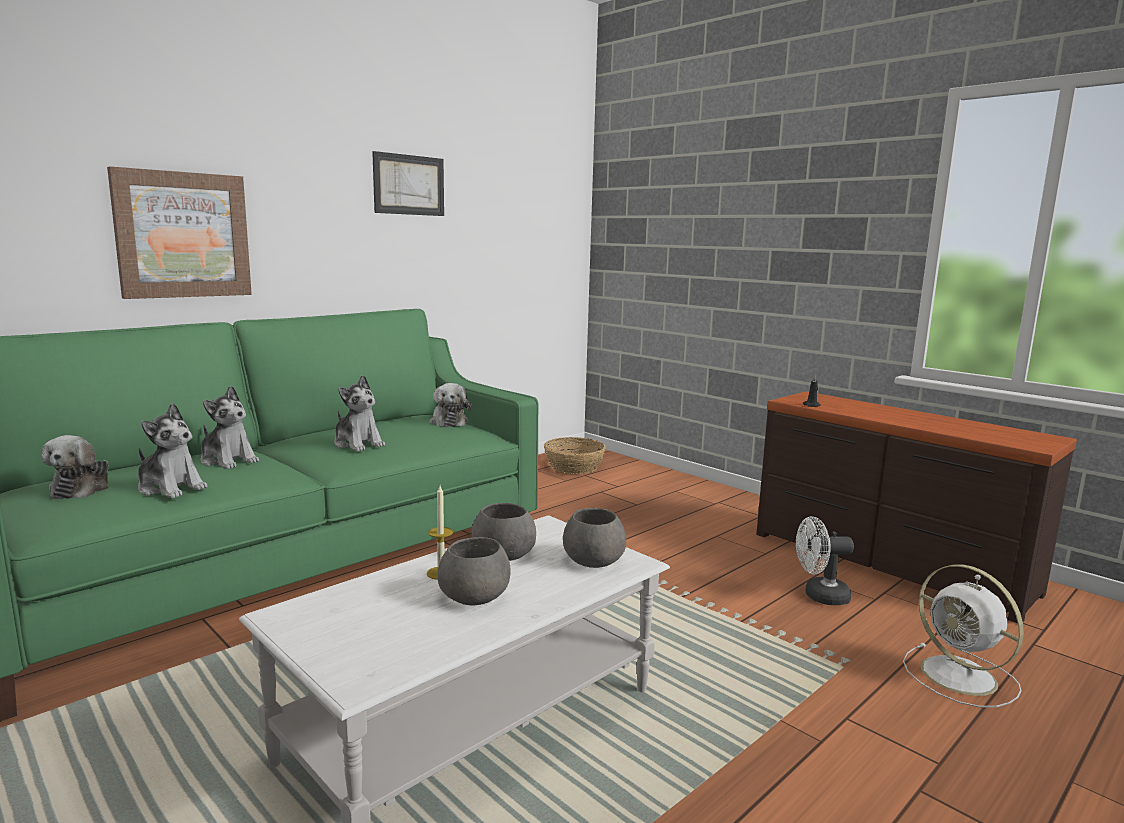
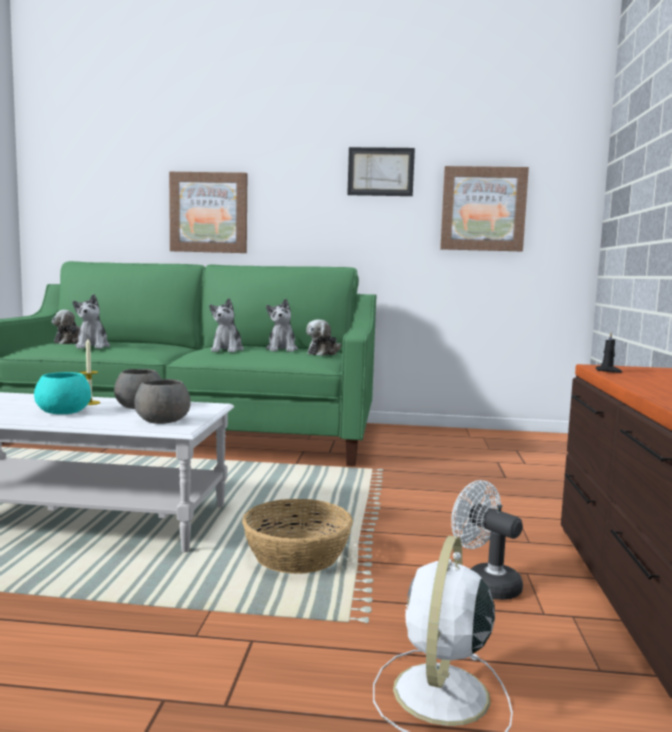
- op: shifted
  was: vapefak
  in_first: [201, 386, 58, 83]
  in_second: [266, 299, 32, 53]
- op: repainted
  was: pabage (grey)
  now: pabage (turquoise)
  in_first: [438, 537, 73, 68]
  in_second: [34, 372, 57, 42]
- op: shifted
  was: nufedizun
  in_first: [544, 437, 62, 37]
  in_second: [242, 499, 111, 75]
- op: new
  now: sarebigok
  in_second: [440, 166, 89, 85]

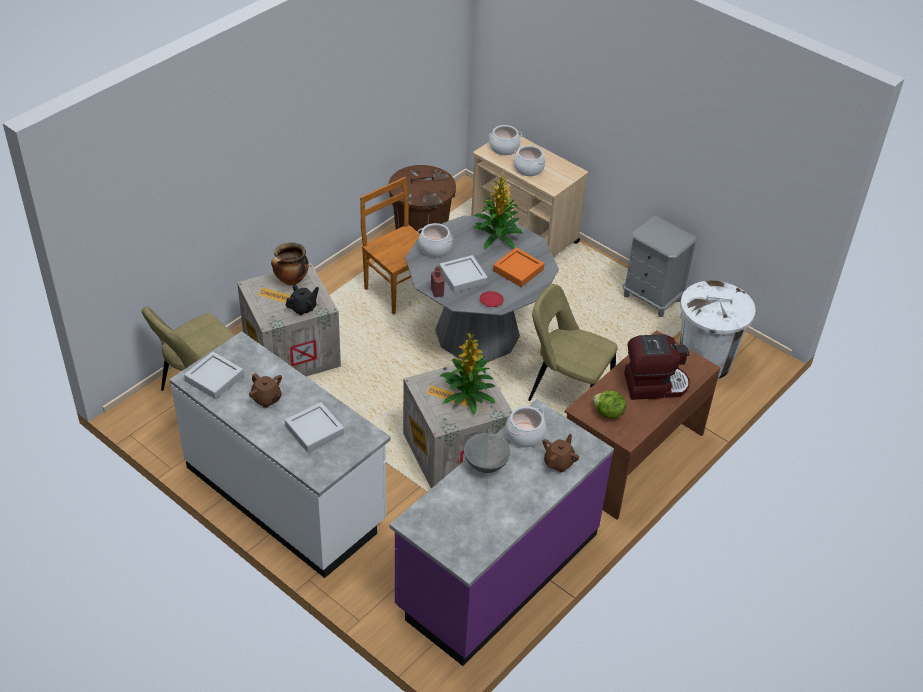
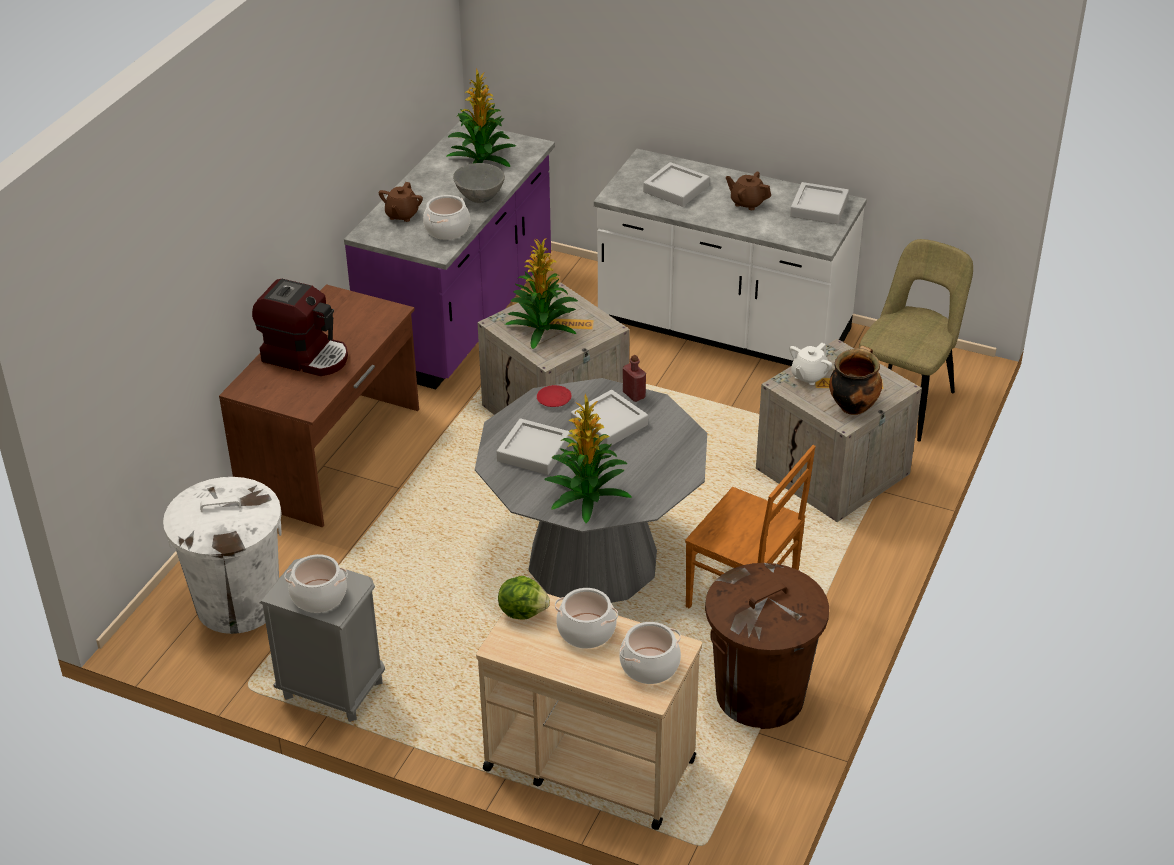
- op: repainted
  was: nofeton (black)
  now: nofeton (white)
  in_first: [285, 285, 34, 30]
  in_second: [789, 342, 43, 43]
- op: shifted
  was: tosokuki
  in_first: [418, 223, 36, 34]
  in_second: [284, 554, 64, 59]
- op: repainted
  was: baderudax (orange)
  now: baderudax (grey)
  in_first: [493, 248, 51, 39]
  in_second: [497, 418, 74, 57]
- op: gone
  was: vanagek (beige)
  in_first: [528, 284, 90, 117]
- op: shifted
  was: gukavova
  in_first: [593, 390, 33, 29]
  in_second: [498, 576, 52, 44]
- op: rotated
  was: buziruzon
  in_first: [624, 334, 66, 66]
  in_second: [252, 279, 96, 97]
  clockwise: -135
- op: new
  now: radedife
  in_second: [447, 69, 69, 98]

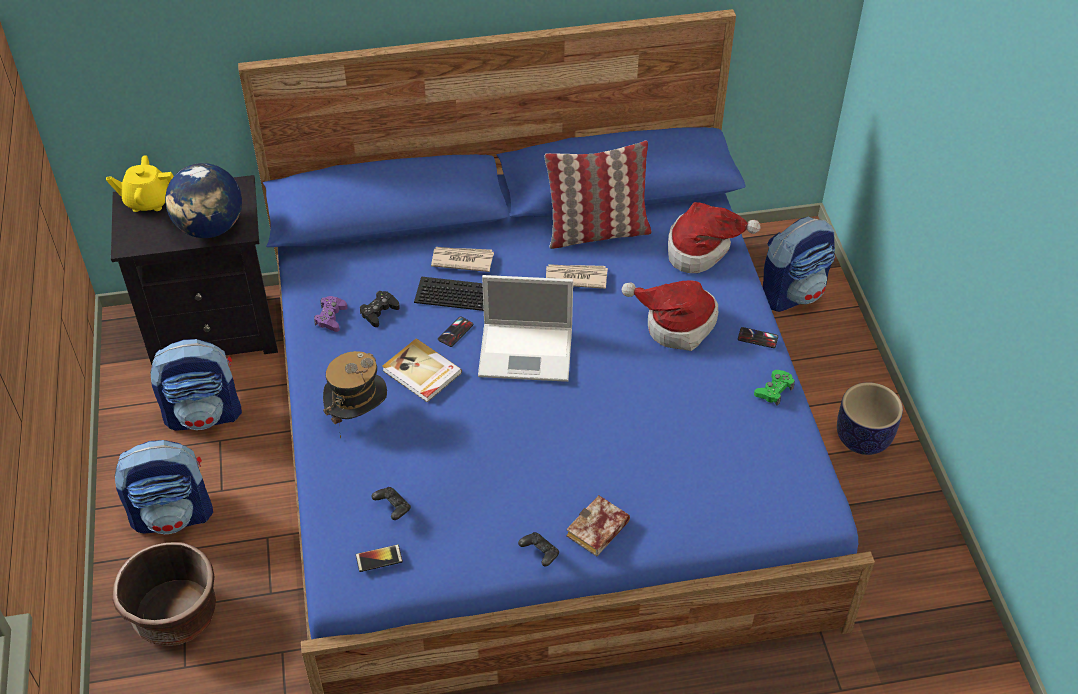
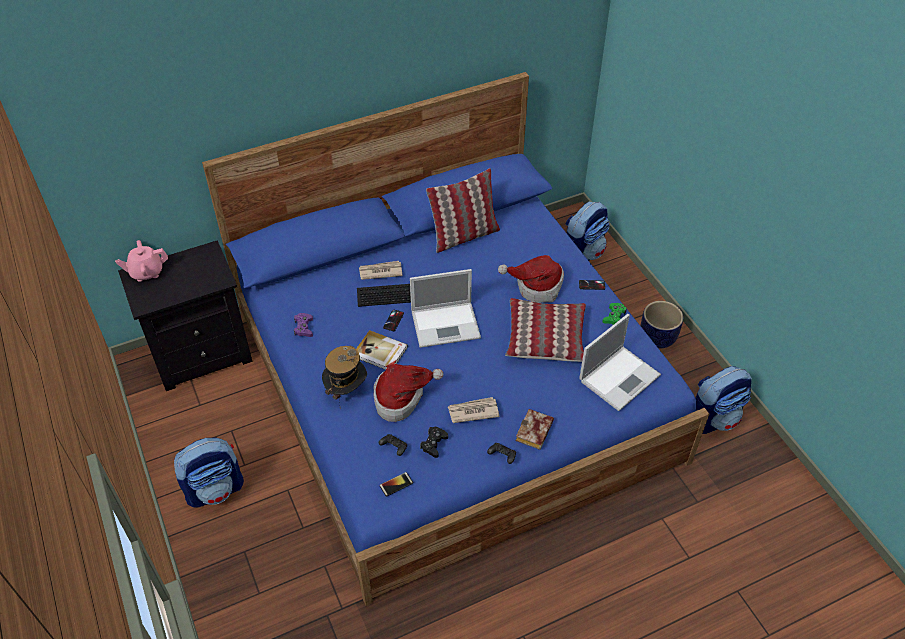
- op: repainted
  was: nofeton (yellow)
  now: nofeton (pink)
  in_first: [106, 155, 68, 57]
  in_second: [115, 240, 53, 42]
- op: gone
  was: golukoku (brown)
  in_first: [113, 542, 103, 104]
- op: shifted
  was: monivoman
  in_first: [150, 339, 92, 92]
  in_second: [695, 366, 57, 68]
- op: gone
  was: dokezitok
  in_first: [165, 163, 77, 75]
- op: shifted
  was: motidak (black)
  in_first: [360, 291, 40, 36]
  in_second: [420, 427, 28, 31]
- op: shifted
  was: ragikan
  in_first: [546, 264, 62, 25]
  in_second: [448, 397, 52, 26]
- op: shifted
  was: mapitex
  in_first: [668, 202, 93, 71]
  in_second: [373, 364, 70, 58]
- op: new
  now: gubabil
  in_second: [505, 298, 81, 64]
- op: new
  now: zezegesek
  in_second: [579, 314, 82, 97]

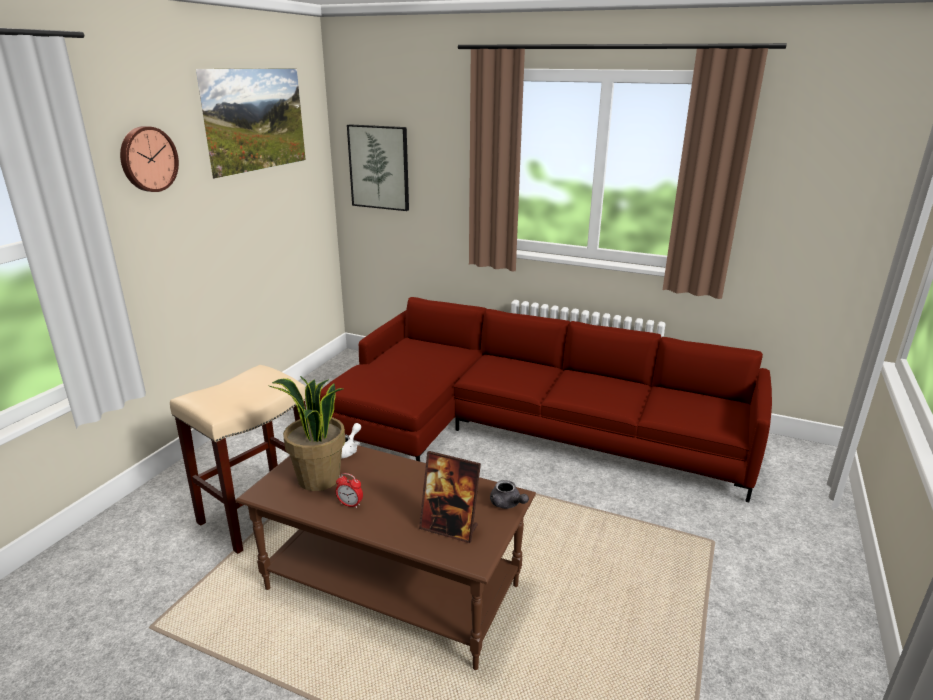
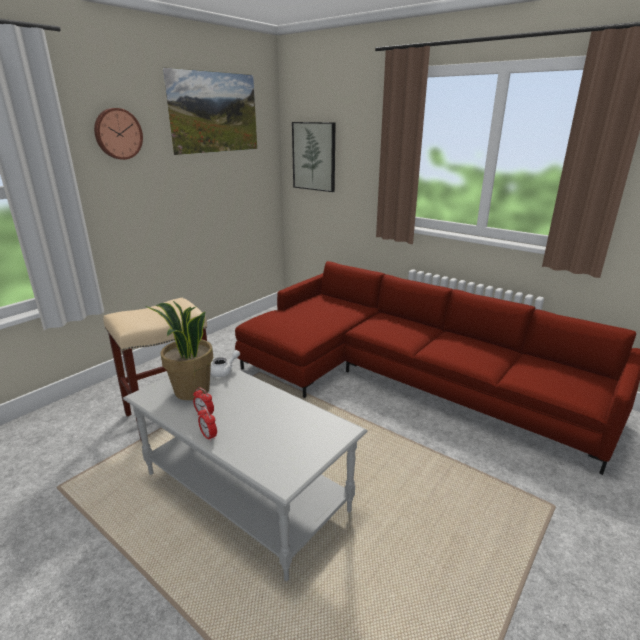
- op: repainted
  was: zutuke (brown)
  now: zutuke (grey)
  in_first: [235, 445, 301, 225]
  in_second: [123, 358, 244, 223]
- op: gone
  was: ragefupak
  in_first: [419, 451, 62, 92]
- op: gone
  was: nofeton (grey)
  in_first: [490, 480, 39, 29]
- op: new
  now: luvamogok
  in_second: [198, 407, 19, 35]

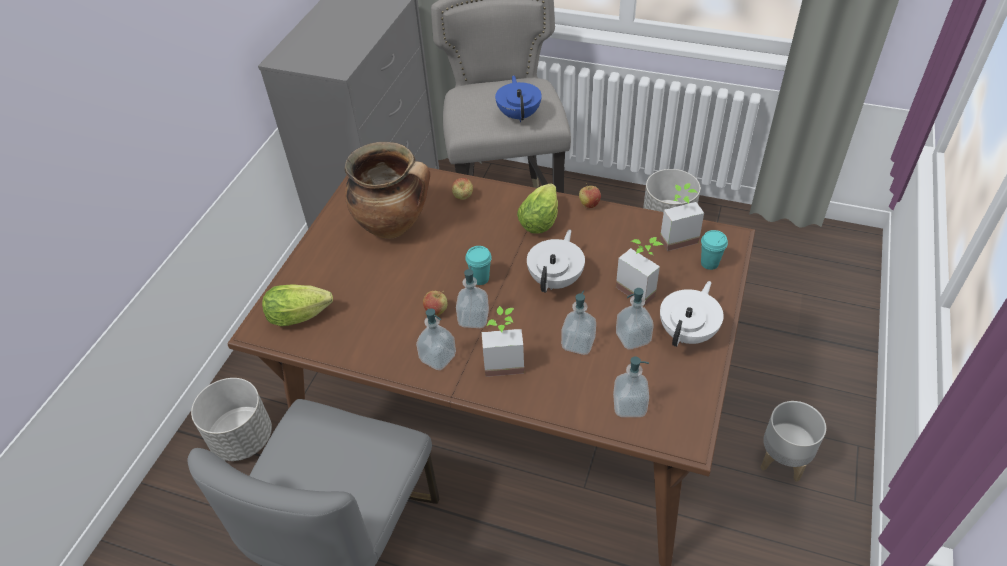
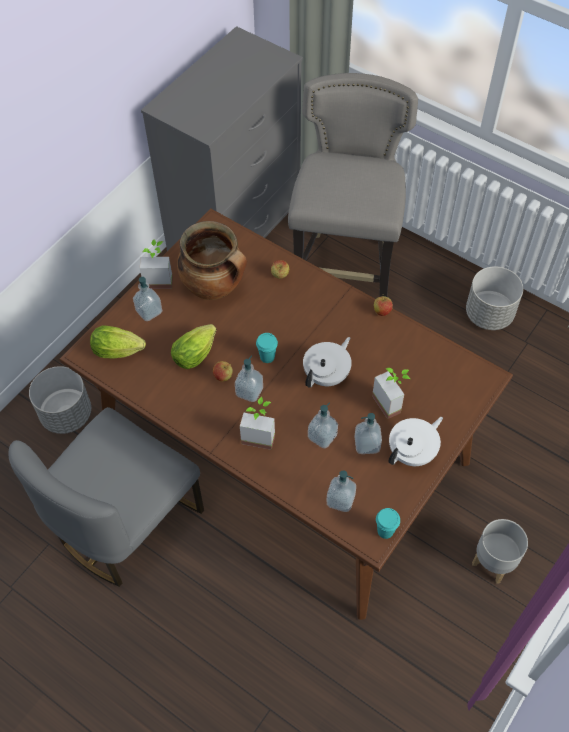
- op: shifted
  was: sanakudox
  in_first: [416, 308, 40, 62]
  in_second: [133, 277, 29, 44]
- op: gone
  was: nofeton (blue)
  in_first: [495, 75, 47, 47]
- op: shifted
  was: gukavova
  in_first: [517, 183, 41, 51]
  in_second: [171, 324, 45, 45]
- op: shifted
  was: radedife
  in_first: [660, 183, 44, 68]
  in_second: [140, 239, 33, 50]
- op: shifted
  was: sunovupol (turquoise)
  in_first: [701, 230, 27, 40]
  in_second: [376, 508, 24, 31]

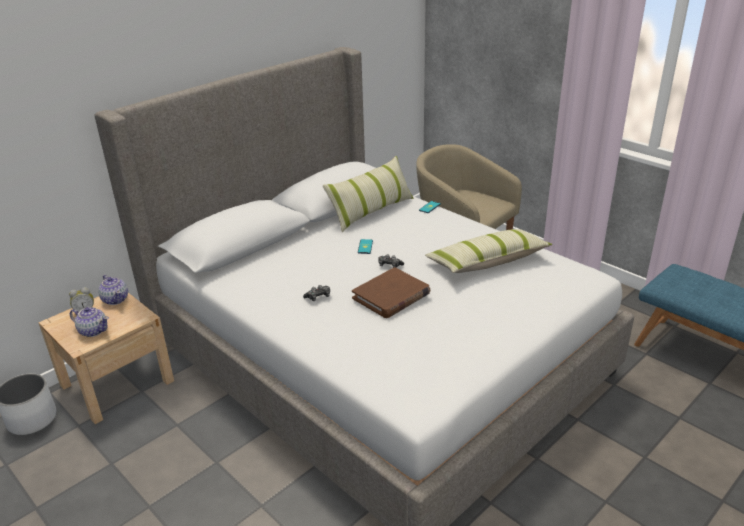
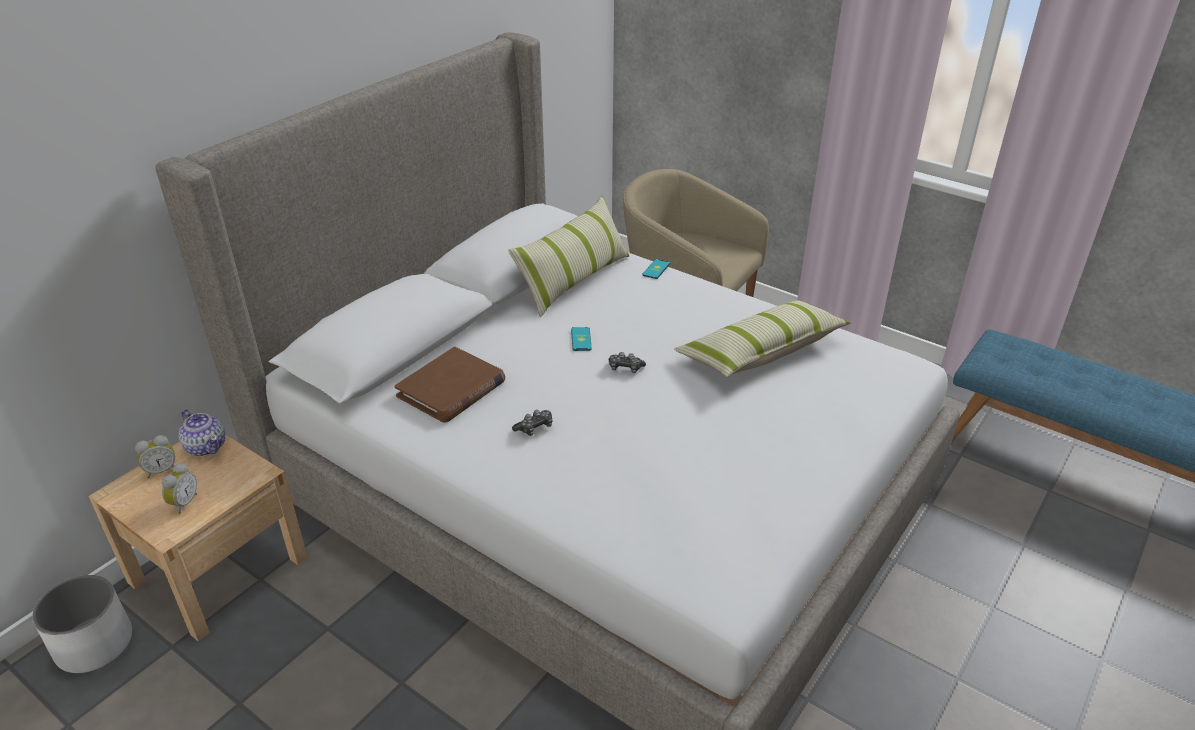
- op: swapped
  was: nofeton
  now: luvamogok
  in_first: [70, 307, 39, 30]
  in_second: [162, 463, 35, 51]
- op: shifted
  was: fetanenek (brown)
  in_first: [352, 267, 78, 51]
  in_second: [395, 347, 110, 76]

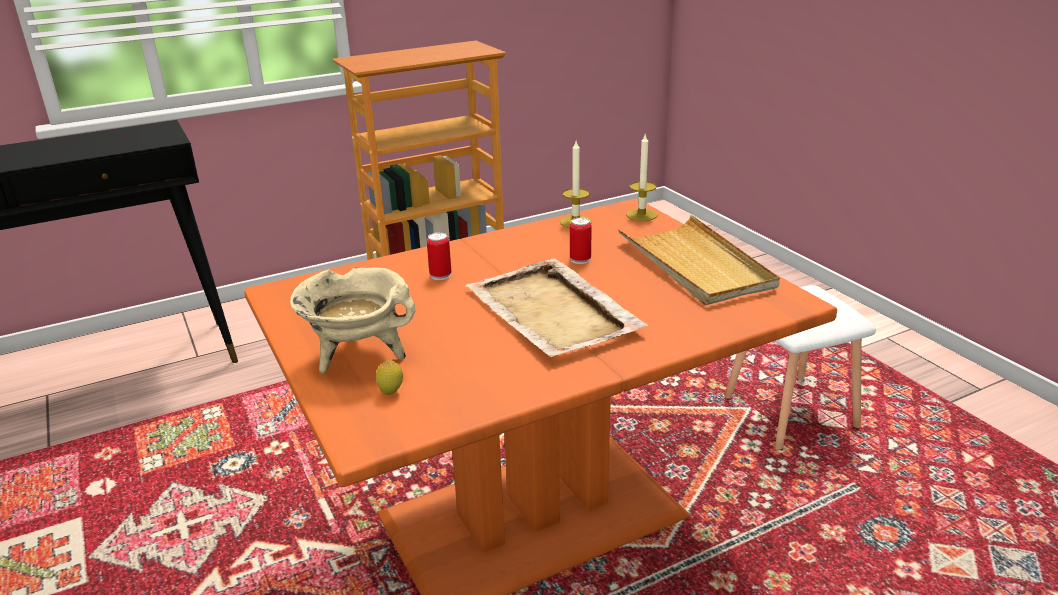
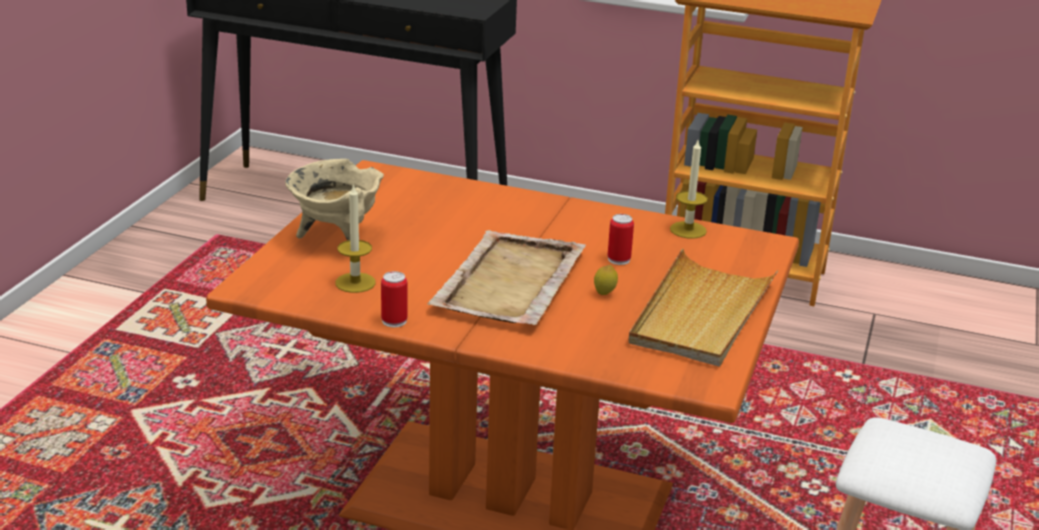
- op: shifted
  was: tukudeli
  in_first: [376, 359, 27, 36]
  in_second: [594, 265, 24, 30]
- op: shifted
  was: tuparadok
  in_first: [427, 232, 24, 48]
  in_second: [381, 271, 26, 56]
- op: shifted
  was: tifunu
  in_first: [626, 135, 32, 86]
  in_second: [335, 184, 41, 109]

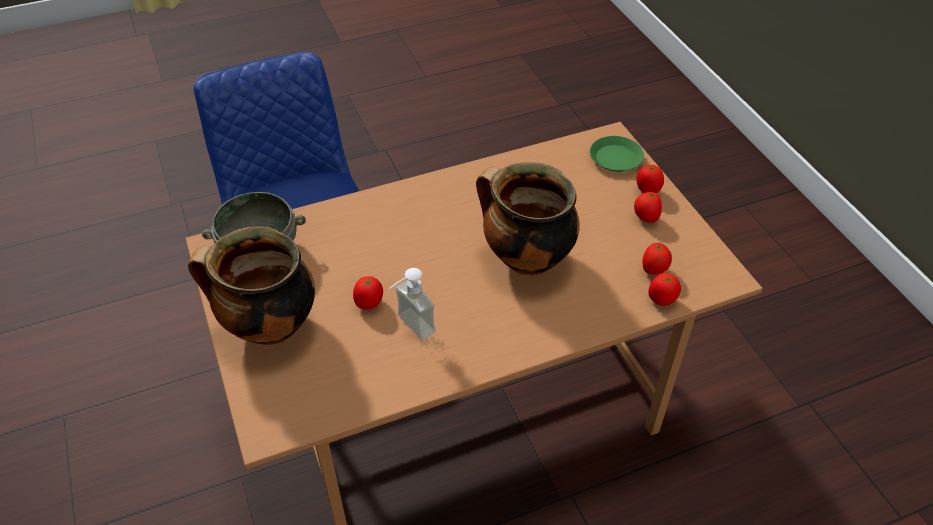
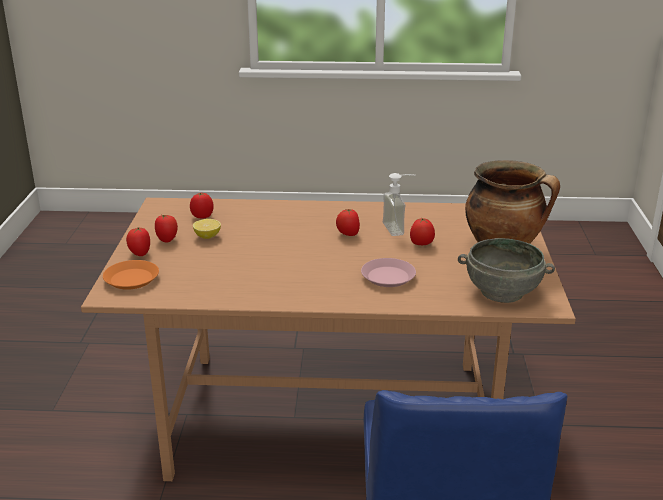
- op: gone
  was: tosokuki
  in_first: [476, 162, 104, 114]
- op: repainted
  was: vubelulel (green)
  now: vubelulel (orange)
  in_first: [590, 136, 54, 36]
  in_second: [103, 260, 56, 30]
- op: shifted
  was: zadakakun
  in_first: [648, 273, 33, 33]
  in_second: [336, 209, 24, 27]
- op: new
  now: tukudeli
  in_second: [193, 219, 28, 20]
- op: new
  now: vubelulel (pink)
  in_second: [361, 258, 55, 29]

